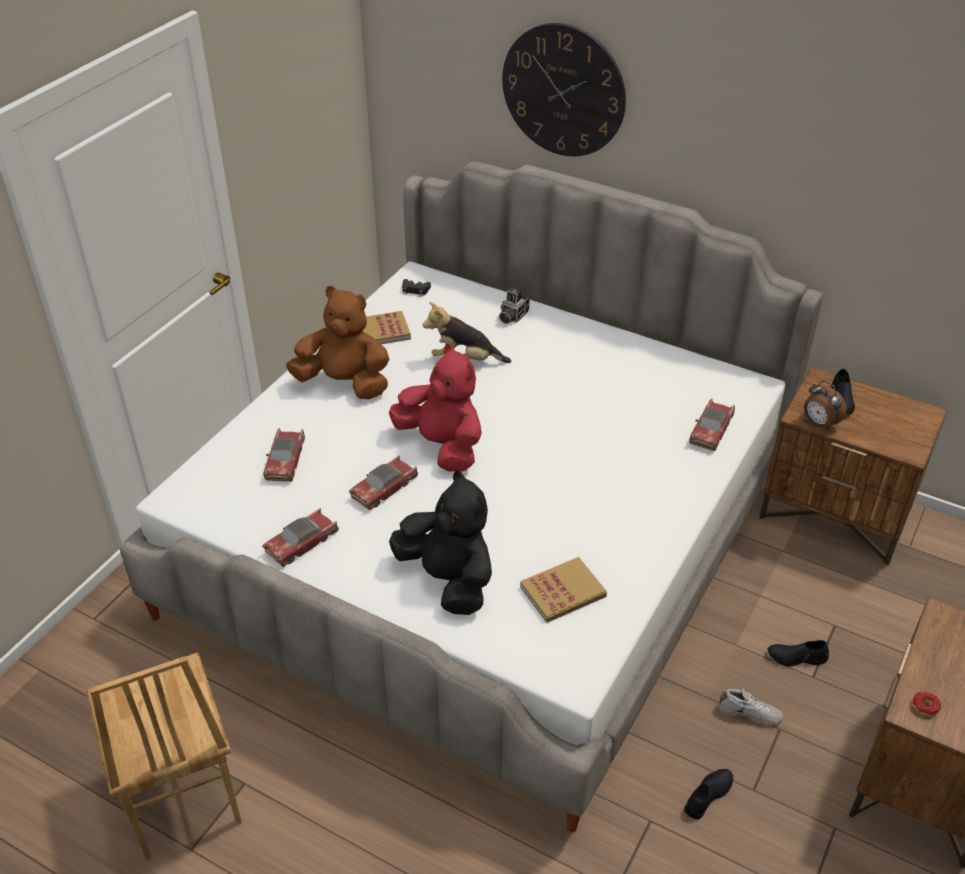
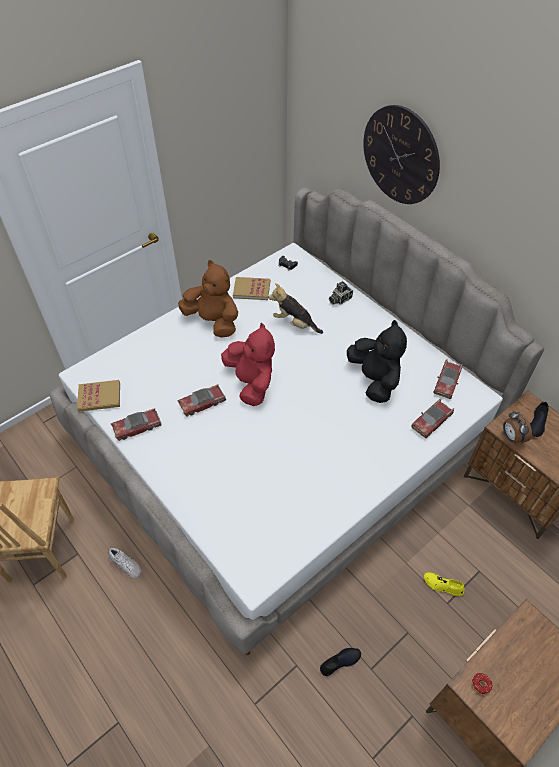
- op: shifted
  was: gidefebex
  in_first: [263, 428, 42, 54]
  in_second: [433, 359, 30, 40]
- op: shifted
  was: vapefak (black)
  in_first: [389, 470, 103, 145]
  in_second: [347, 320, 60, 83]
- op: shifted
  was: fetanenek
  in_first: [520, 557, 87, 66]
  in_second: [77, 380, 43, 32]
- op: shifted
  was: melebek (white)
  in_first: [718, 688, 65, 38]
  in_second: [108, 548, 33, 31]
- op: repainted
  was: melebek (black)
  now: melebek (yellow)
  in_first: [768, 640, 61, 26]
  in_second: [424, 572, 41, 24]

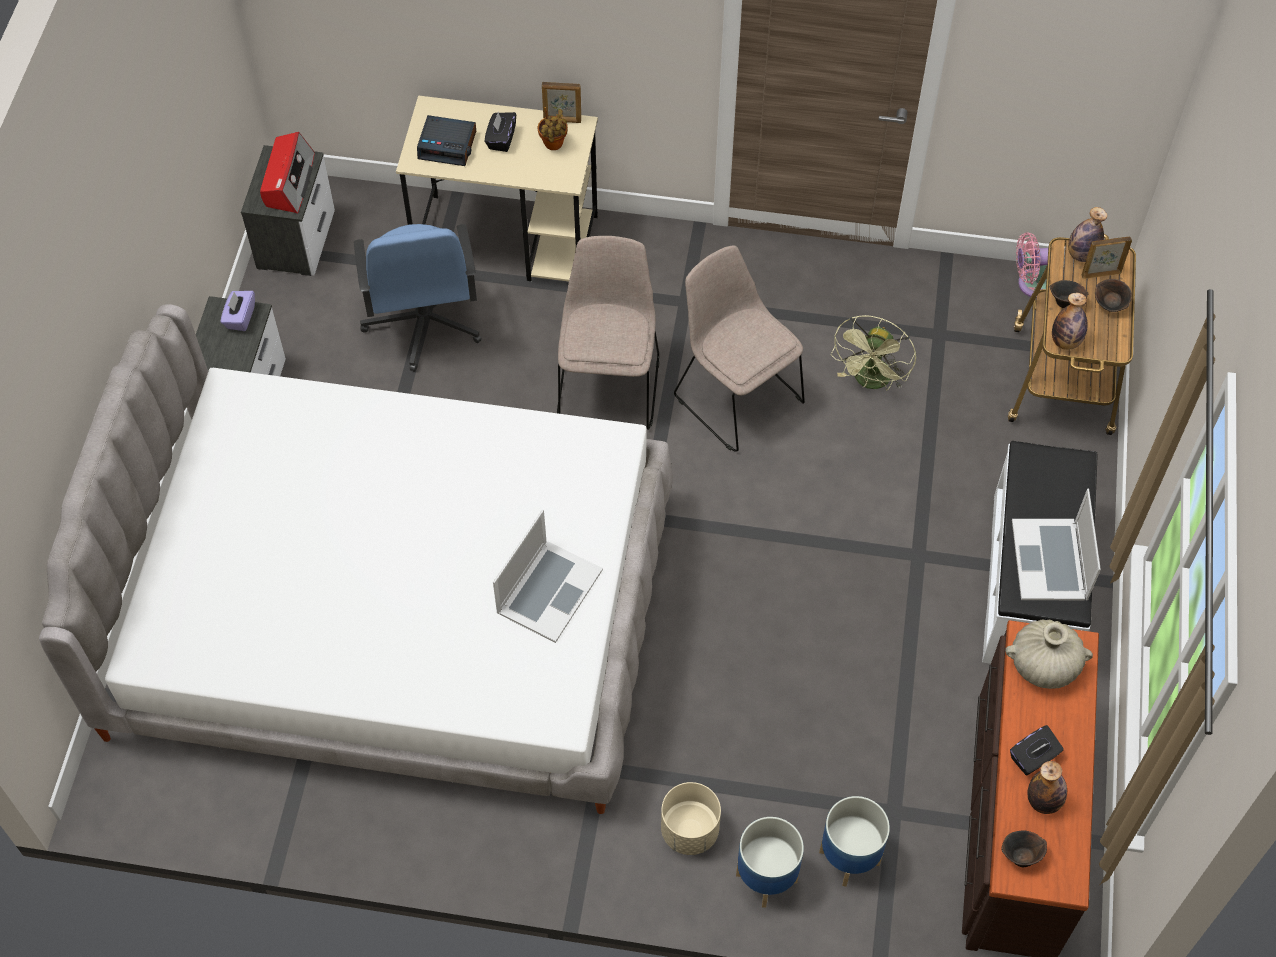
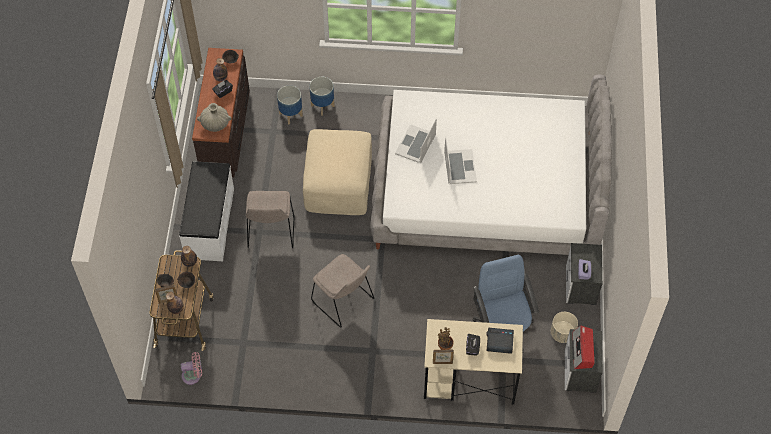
- op: shifted
  was: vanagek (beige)
  in_first: [557, 236, 102, 194]
  in_second: [246, 191, 49, 57]
- op: shifted
  was: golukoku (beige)
  in_first: [661, 782, 60, 73]
  in_second: [551, 312, 27, 31]
- op: gone
  was: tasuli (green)
  in_first: [831, 315, 85, 75]
- op: shifted
  was: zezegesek
  in_first: [1012, 488, 89, 112]
  in_second: [444, 137, 33, 47]
- op: new
  now: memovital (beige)
  in_second: [303, 129, 69, 86]

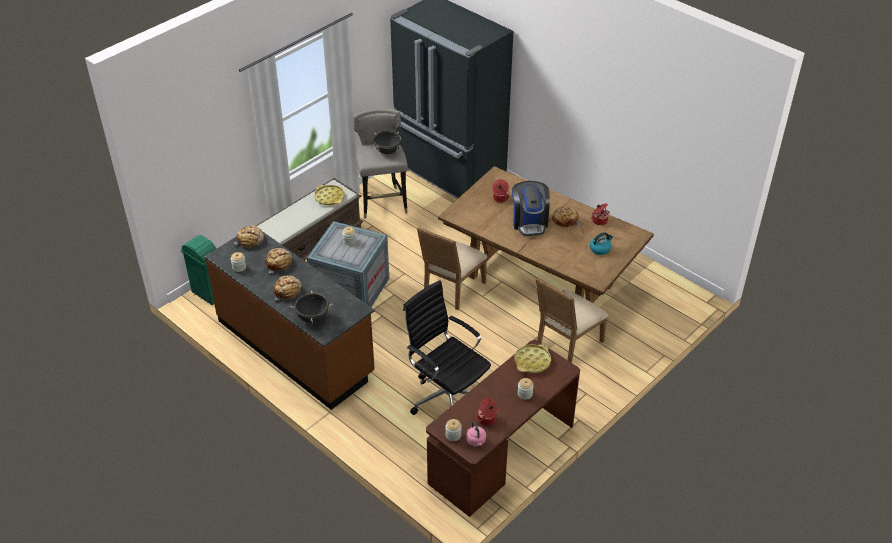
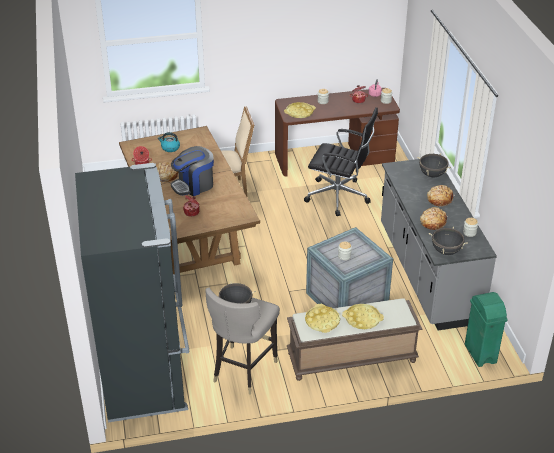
- op: repainted
  was: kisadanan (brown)
  now: kisadanan (grey)
  in_first: [204, 231, 171, 179]
  in_second: [381, 159, 116, 171]
- op: swapped
  was: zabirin
  now: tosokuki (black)
  in_first: [234, 225, 30, 23]
  in_second: [429, 227, 39, 28]
- op: rotated
  was: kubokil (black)
  in_first: [403, 280, 88, 135]
  in_second: [304, 107, 74, 109]
  clockwise: -60
- op: gone
  was: vanagek (beige)
  in_first: [417, 227, 70, 83]
- op: rotated
  was: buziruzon
  in_first: [512, 181, 38, 55]
  in_second: [171, 146, 43, 50]
  clockwise: -150
- op: new
  now: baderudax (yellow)
  in_second: [342, 304, 42, 25]

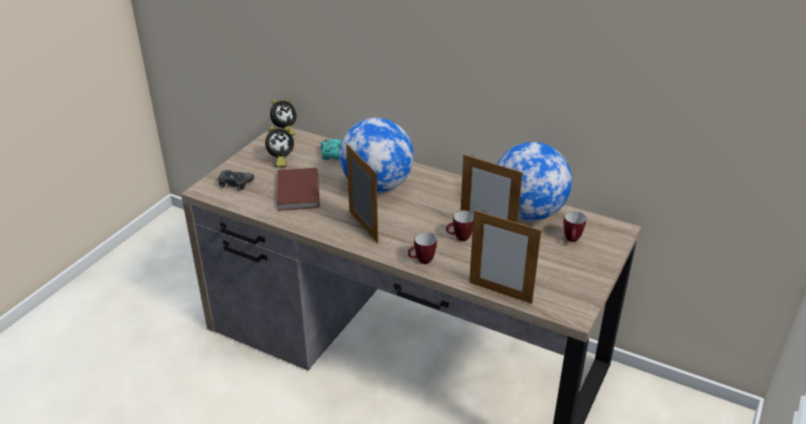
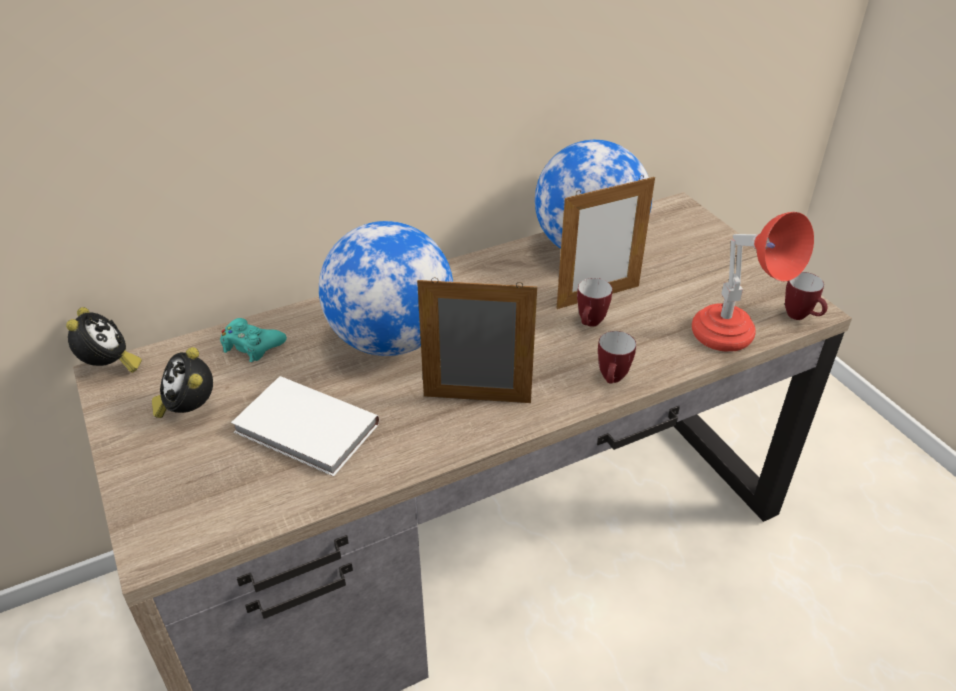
- op: gone
  was: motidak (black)
  in_first: [218, 170, 36, 21]
- op: rotated
  was: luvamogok
  in_first: [265, 126, 29, 41]
  in_second: [152, 347, 61, 71]
  clockwise: 150
- op: repainted
  was: fetanenek (brown)
  now: fetanenek (white)
  in_first: [277, 168, 43, 43]
  in_second: [231, 376, 148, 101]
- op: swapped
  was: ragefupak
  now: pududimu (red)
  in_first: [469, 210, 72, 94]
  in_second: [692, 212, 122, 140]
- op: shifted
  was: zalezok
  in_first: [563, 211, 23, 31]
  in_second: [785, 272, 42, 48]

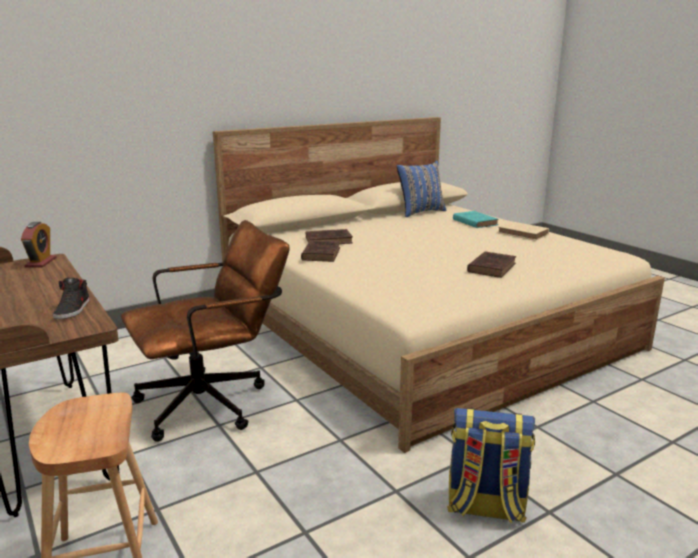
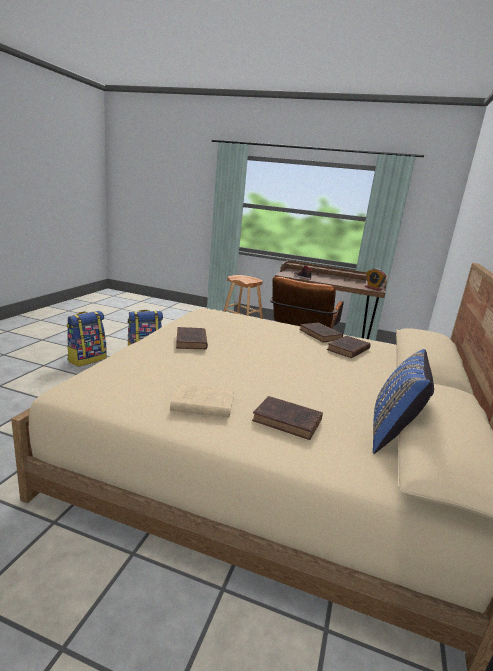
- op: repainted
  was: fetanenek (turquoise)
  now: fetanenek (brown)
  in_first: [453, 211, 46, 17]
  in_second: [252, 396, 71, 44]
- op: new
  now: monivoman
  in_second: [66, 311, 40, 56]

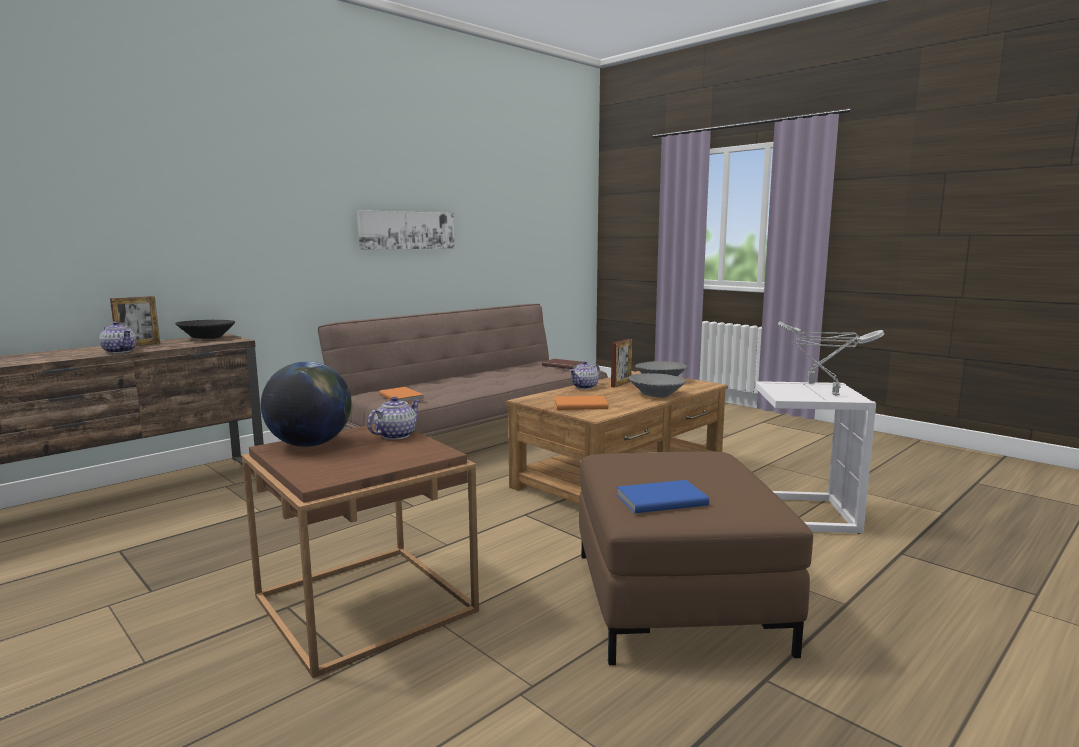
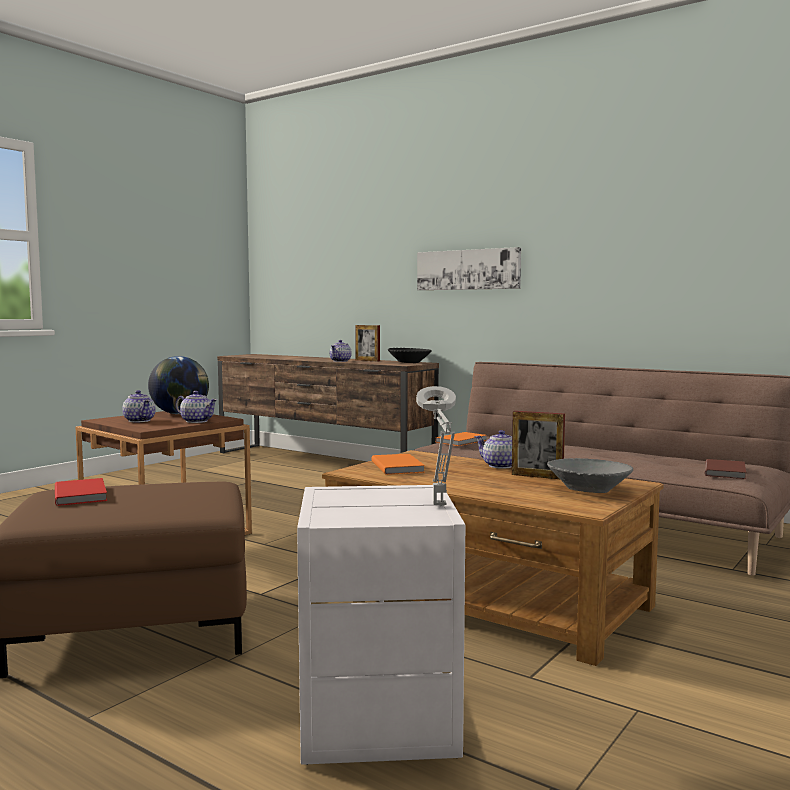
- op: shifted
  was: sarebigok
  in_first: [357, 210, 97, 40]
  in_second: [417, 247, 104, 43]
- op: repainted
  was: fetanenek (blue)
  now: fetanenek (red)
  in_first: [617, 480, 92, 33]
  in_second: [55, 478, 52, 28]
- op: gone
  was: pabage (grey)
  in_first: [629, 373, 57, 24]
- op: gone
  was: pududimu (grey)
  in_first: [793, 330, 91, 66]
- op: new
  now: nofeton
  in_second: [122, 390, 33, 32]

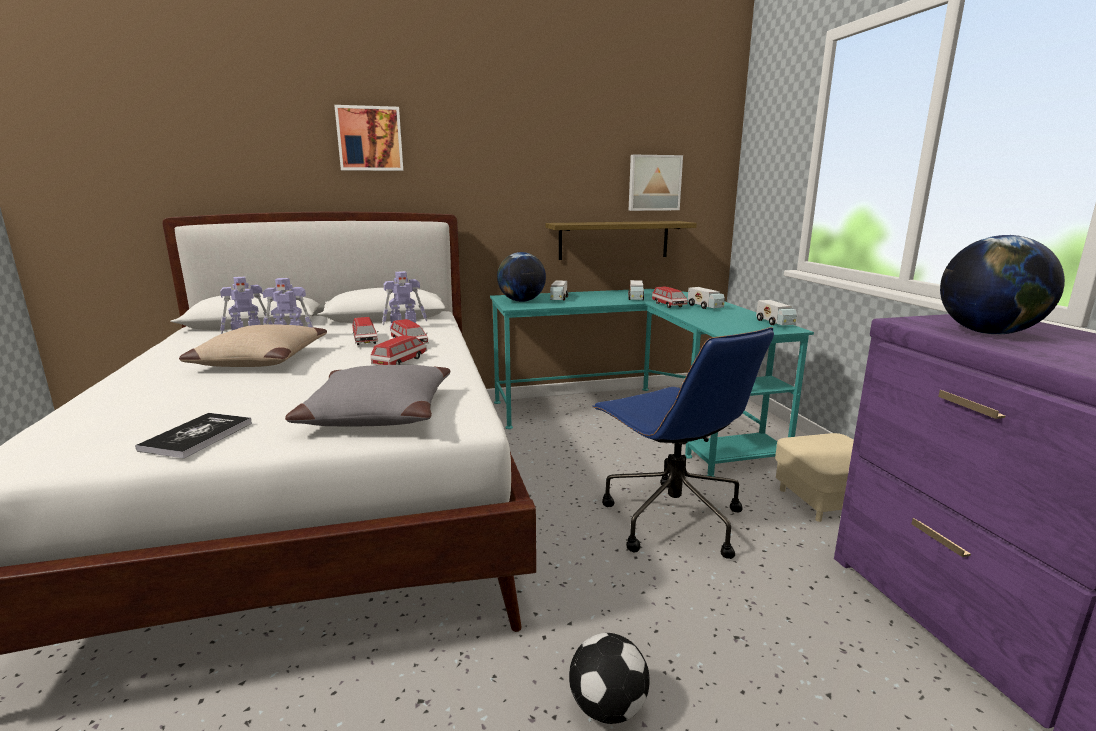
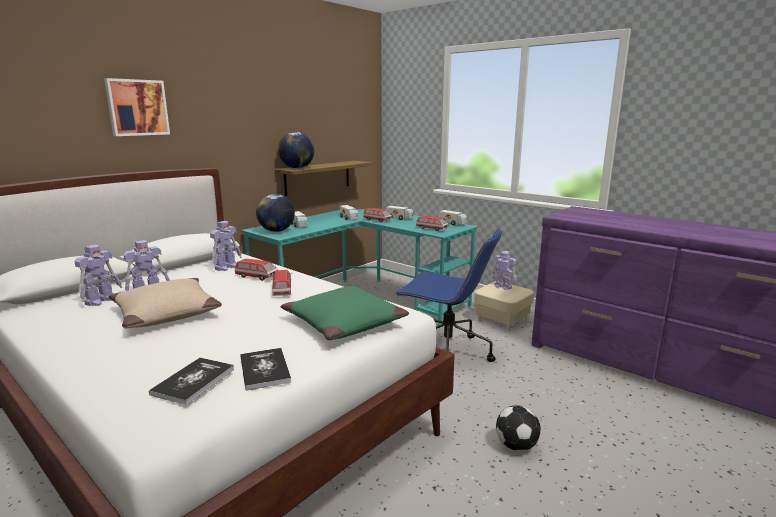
- op: repainted
  was: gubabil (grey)
  now: gubabil (green)
  in_first: [285, 365, 166, 61]
  in_second: [281, 285, 128, 55]
- op: shifted
  was: gidefebex
  in_first: [352, 317, 27, 28]
  in_second: [416, 215, 33, 16]
- op: gone
  was: sarebigok
  in_first: [629, 155, 54, 56]
- op: shifted
  was: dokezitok
  in_first: [940, 235, 125, 100]
  in_second: [278, 132, 36, 37]
- op: new
  now: fetanenek
  in_second: [149, 358, 85, 47]
- op: new
  now: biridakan
  in_second: [491, 251, 27, 39]

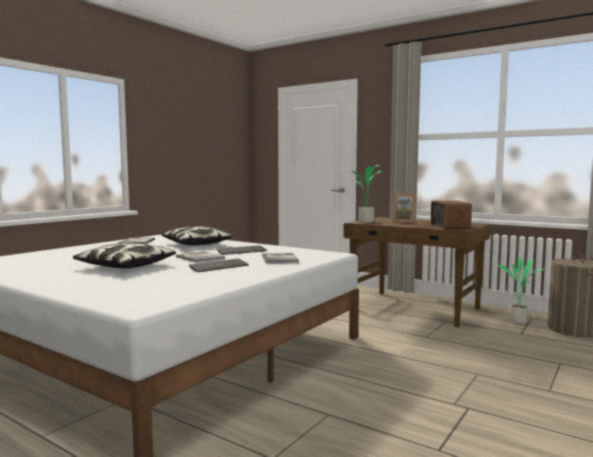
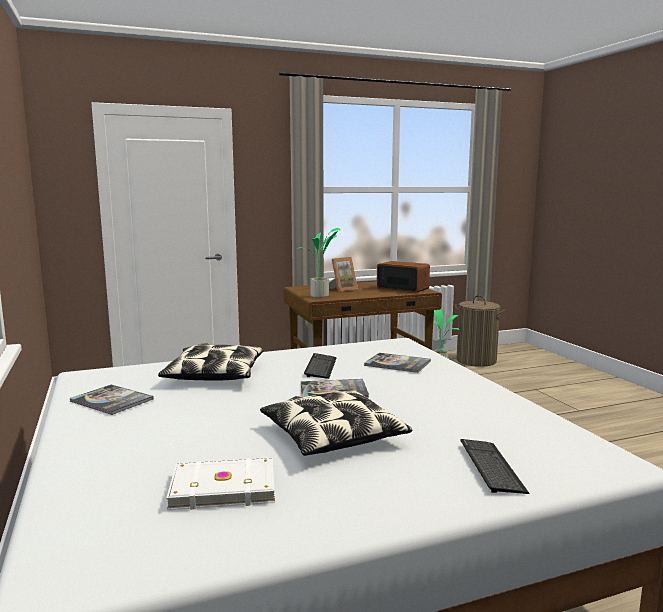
- op: shifted
  was: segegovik
  in_first: [189, 259, 60, 13]
  in_second: [461, 439, 68, 55]
- op: new
  now: fetanenek (white)
  in_second: [166, 458, 109, 52]

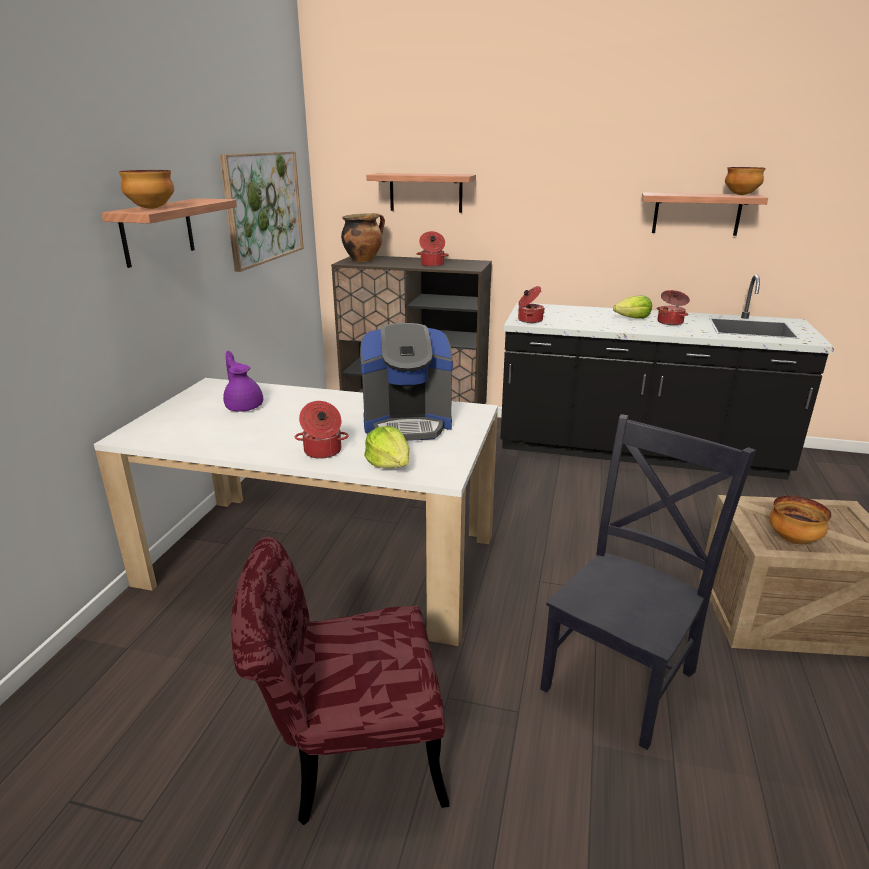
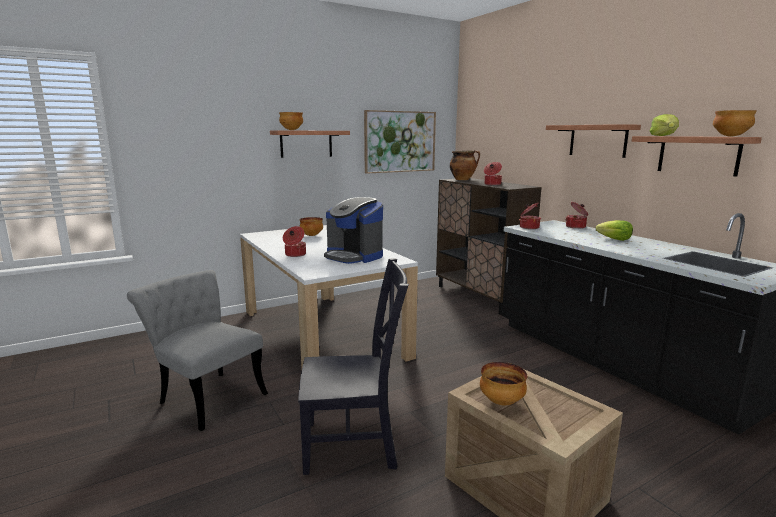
- op: swapped
  was: nofeton (purple)
  now: pabage
  in_first: [223, 351, 40, 61]
  in_second: [299, 217, 24, 19]
- op: repainted
  was: vanagek (red)
  now: vanagek (grey)
  in_first: [231, 537, 219, 288]
  in_second: [127, 270, 141, 161]
- op: shifted
  was: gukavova
  in_first: [364, 426, 45, 42]
  in_second: [649, 114, 30, 22]
- op: shifted
  was: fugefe
  in_first: [366, 173, 110, 40]
  in_second: [546, 124, 95, 34]
- op: shifted
  was: tosokuki
  in_first: [656, 290, 34, 35]
  in_second: [566, 202, 22, 27]

